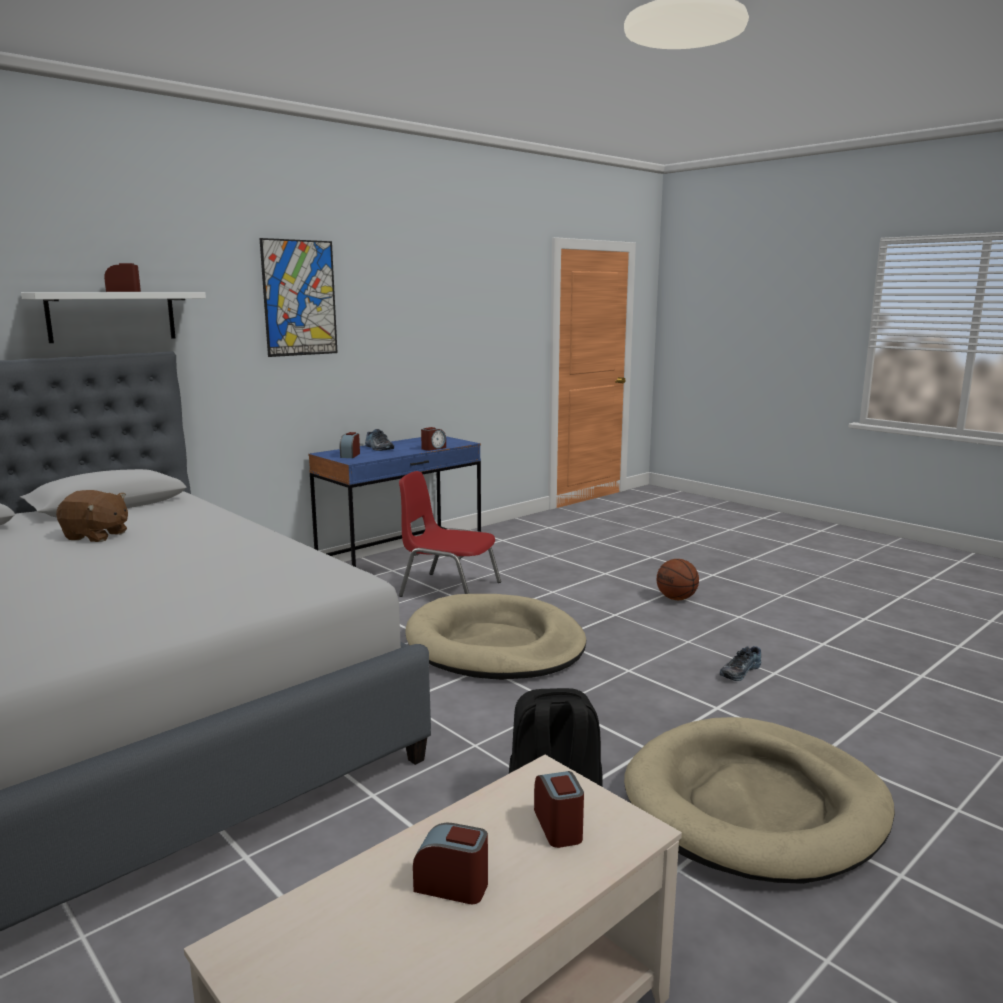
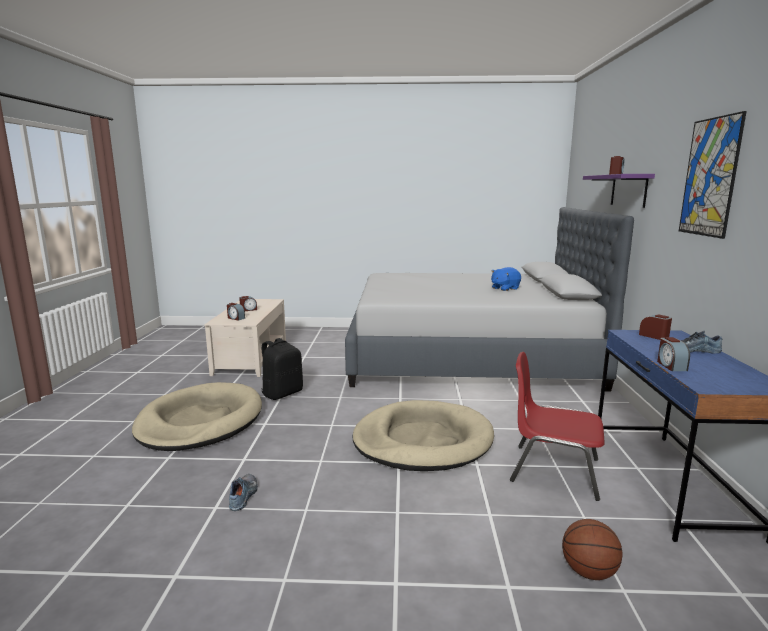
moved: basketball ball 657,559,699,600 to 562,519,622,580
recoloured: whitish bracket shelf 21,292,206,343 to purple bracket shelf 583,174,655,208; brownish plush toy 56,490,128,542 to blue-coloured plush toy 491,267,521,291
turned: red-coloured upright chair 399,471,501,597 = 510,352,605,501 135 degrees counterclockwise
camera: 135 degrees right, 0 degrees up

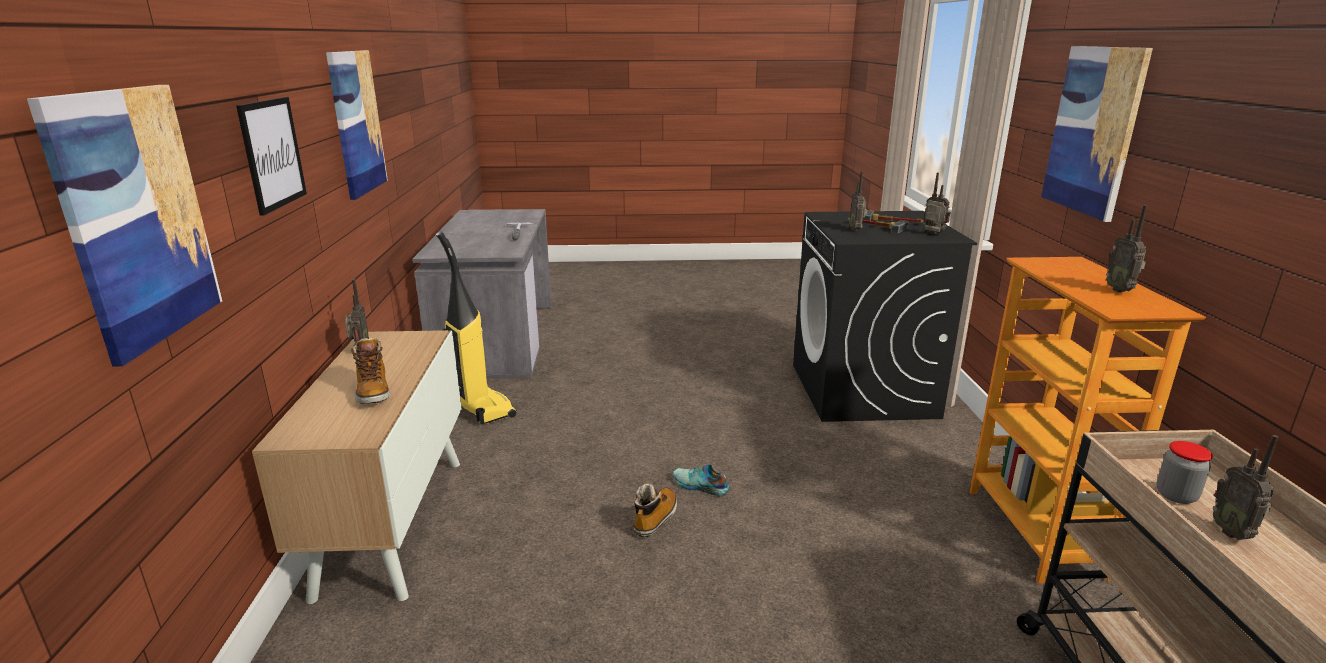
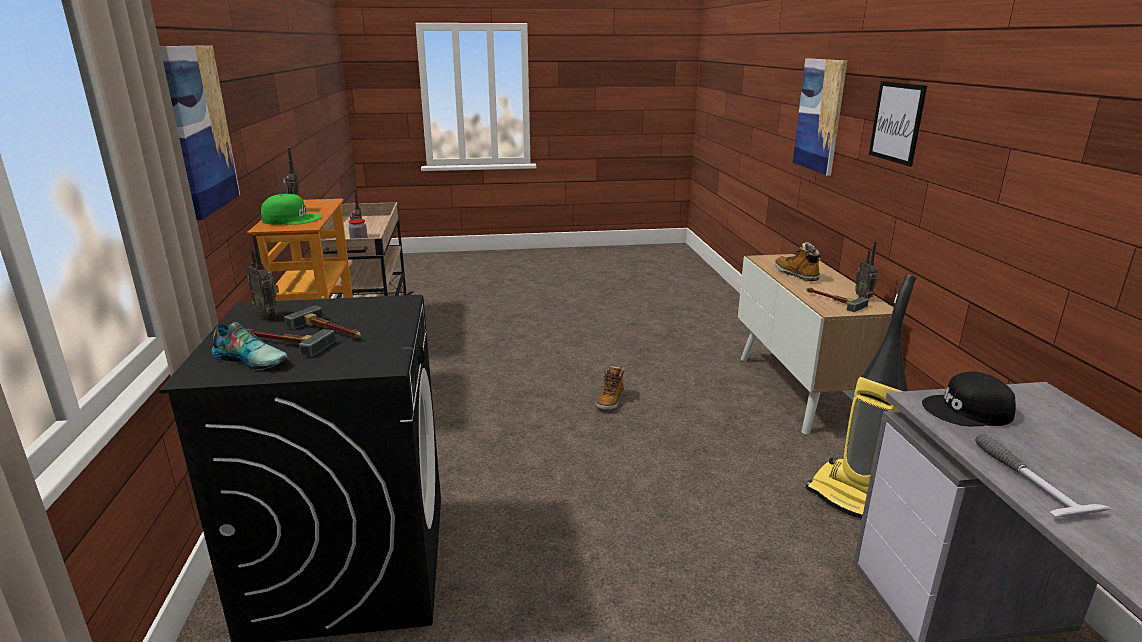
removed: wall picture 326,50,388,200; radio receiver 849,171,867,231
added: green baseball cap 261,194,322,225; hand hammer 806,288,869,312; black-coloured baseball cap 922,371,1016,426
moved: item of footwear 673,464,729,496 to 212,322,288,370
camera: 175 degrees right, 0 degrees up

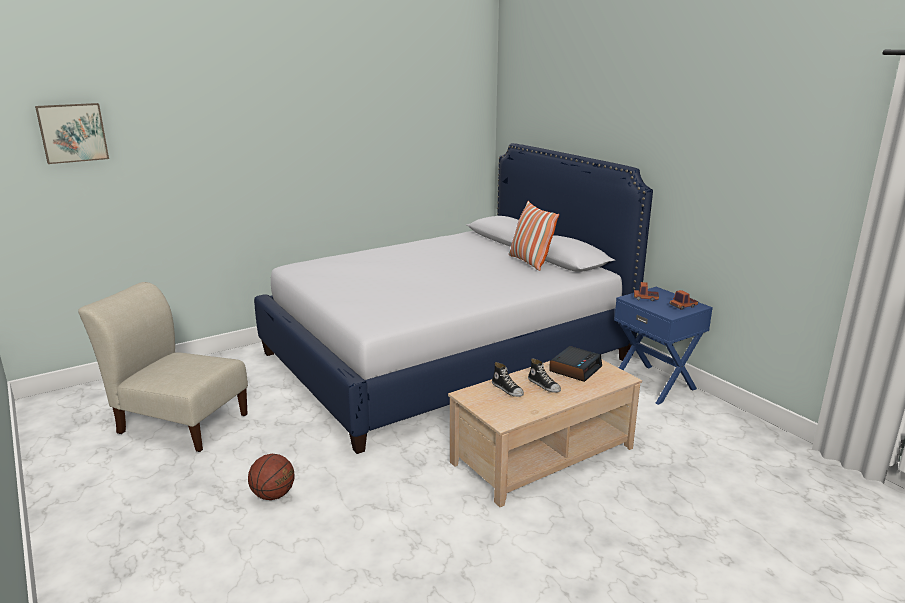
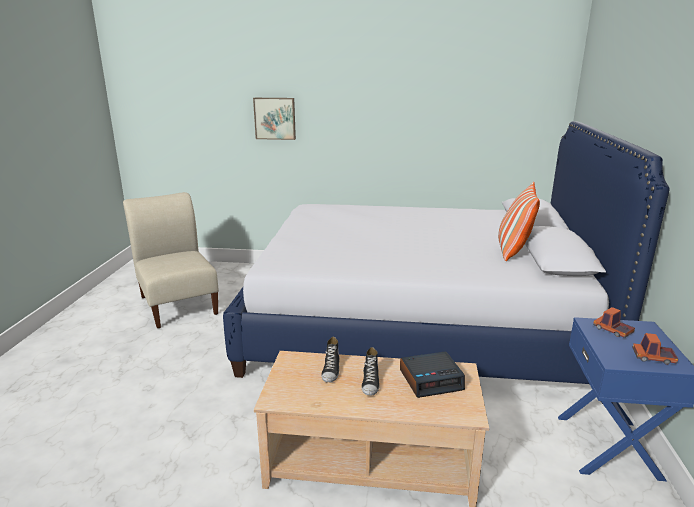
removed: basketball ball 248,454,294,500
moved: wall picture 35,103,109,164 to 253,98,296,140
camera: 40 degrees right, 0 degrees up

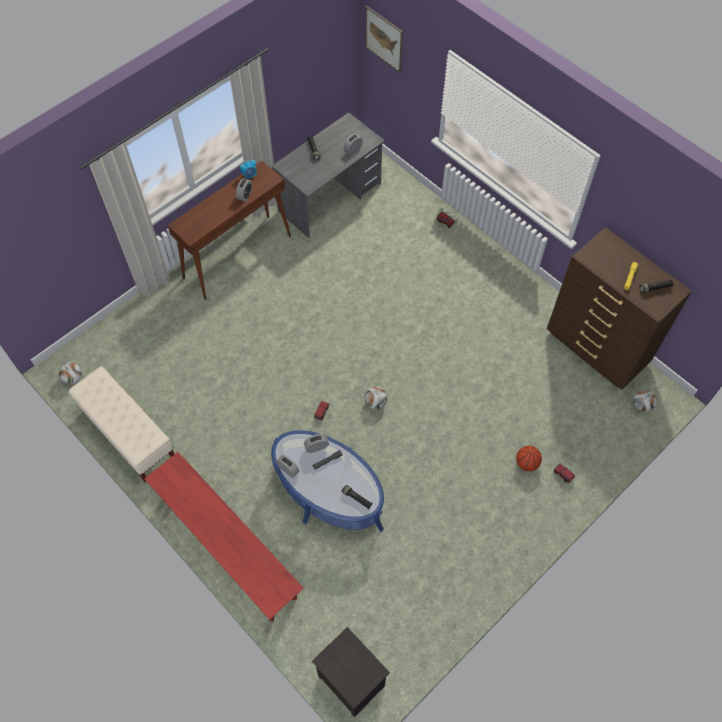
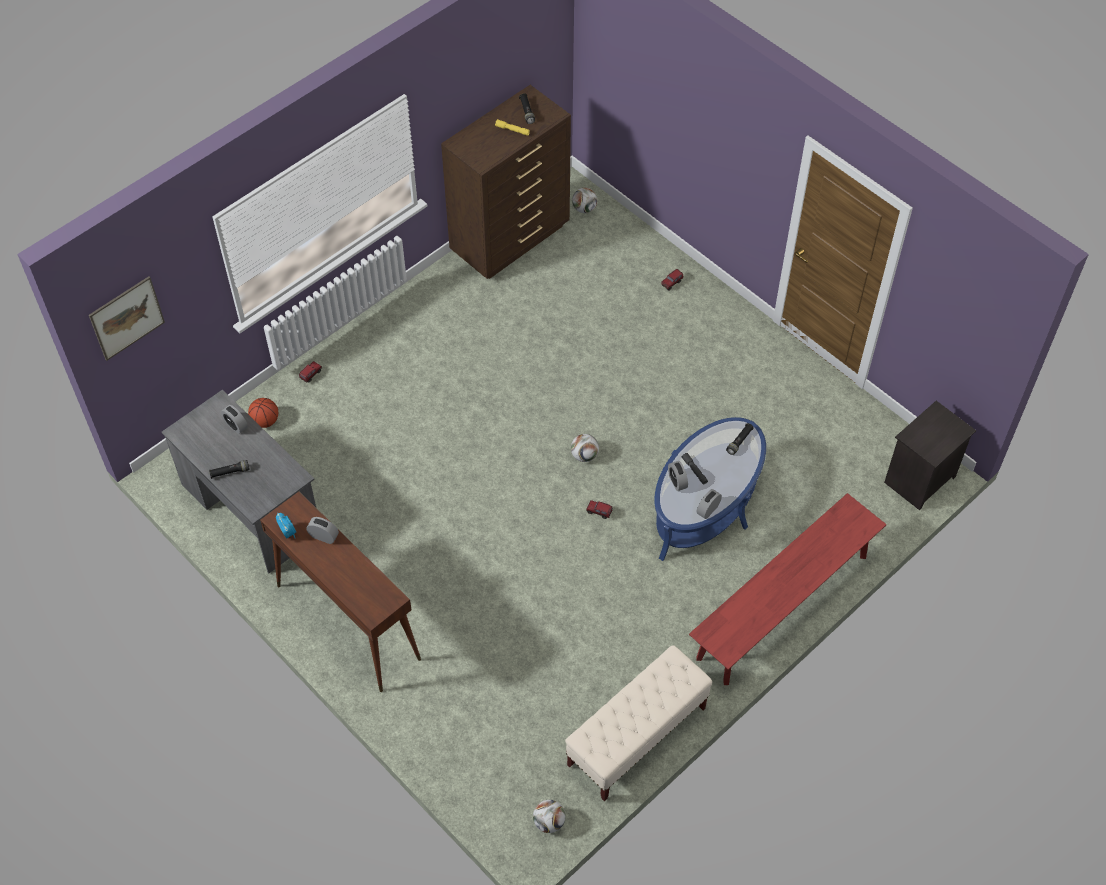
moved: basketball ball 516,446,542,471 to 248,398,278,428
camera: 90 degrees left, 5 degrees down

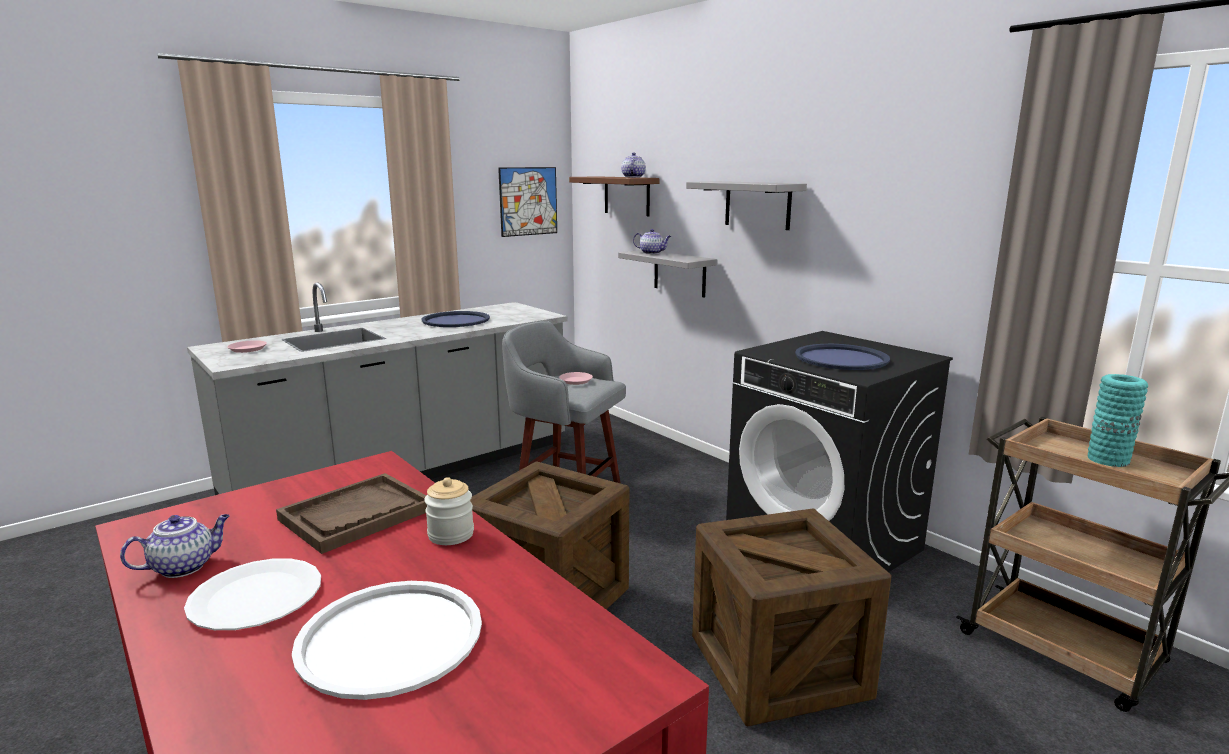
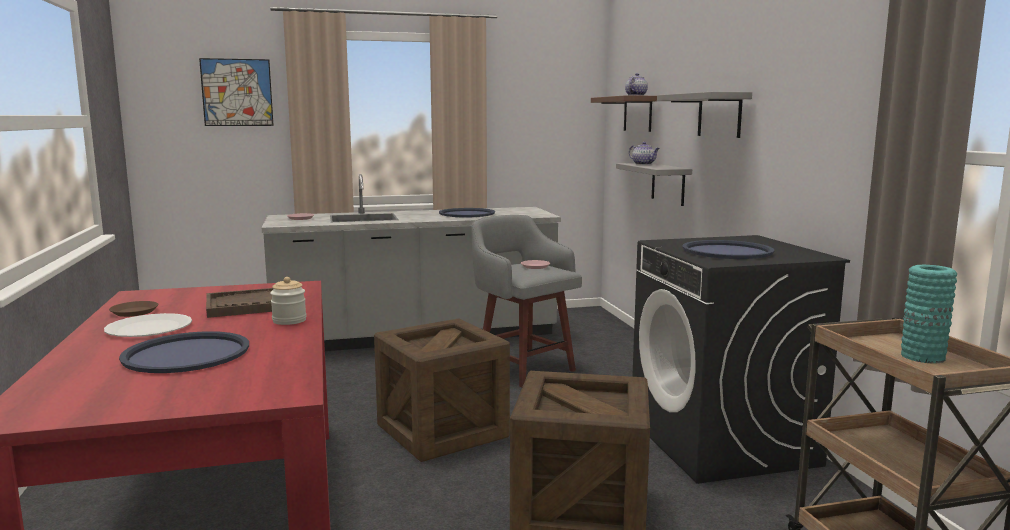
moved: wall picture 498,167,557,237 to 199,58,274,126
replaced: teapot 120,514,230,578 to brownish plate 109,301,159,317
recoloured: whitish serving tray 292,581,482,700 to blue-coloured serving tray 119,331,249,373
camera: 25 degrees right, 5 degrees down

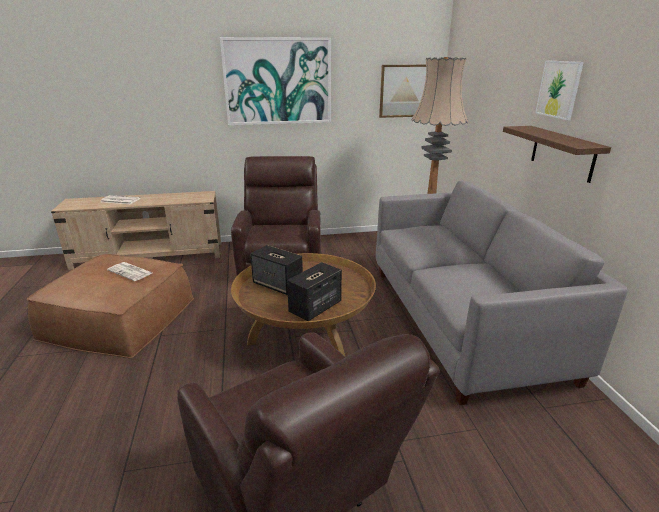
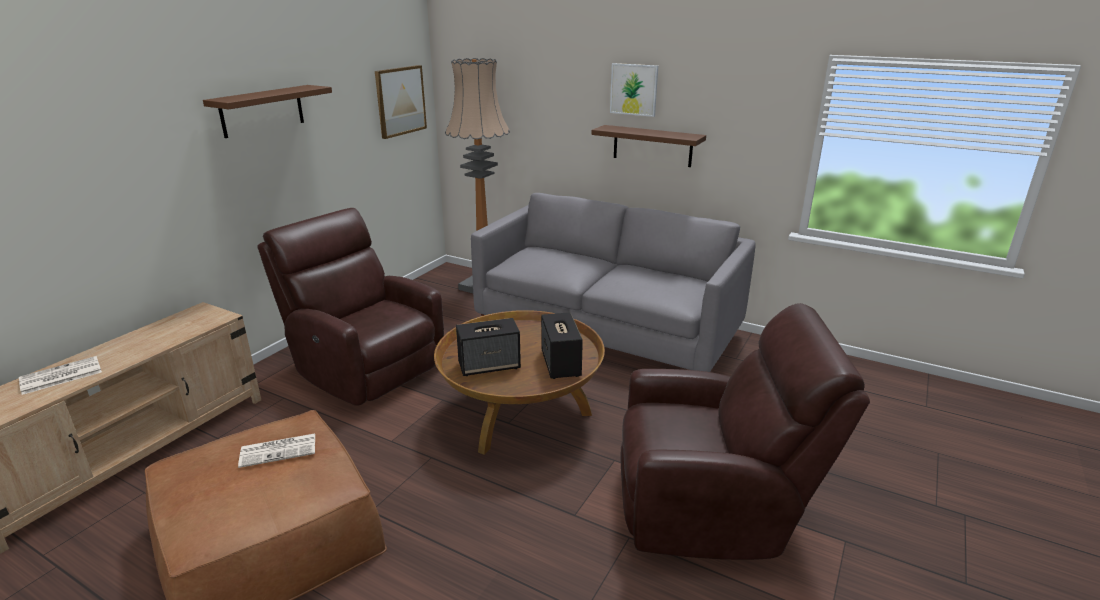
replaced: wall picture 220,37,331,125 to brownish bracket shelf 203,85,332,138
camera: 50 degrees left, 0 degrees up

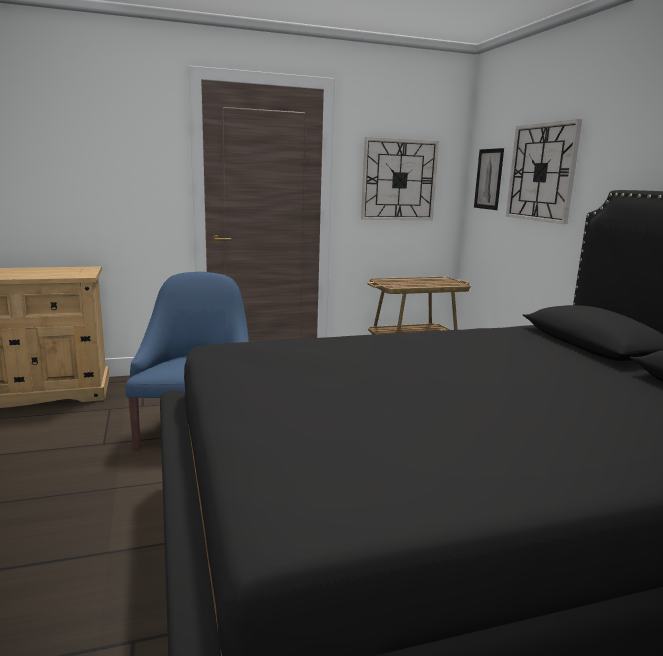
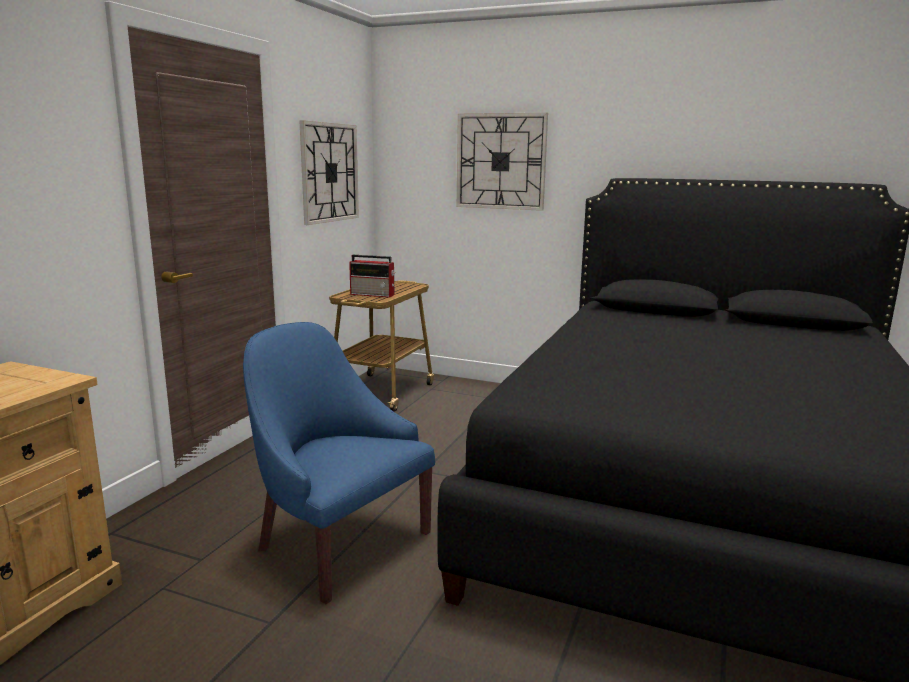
removed: wall picture 474,148,504,210
added: radio receiver 349,255,396,297
camera: 50 degrees left, 0 degrees up

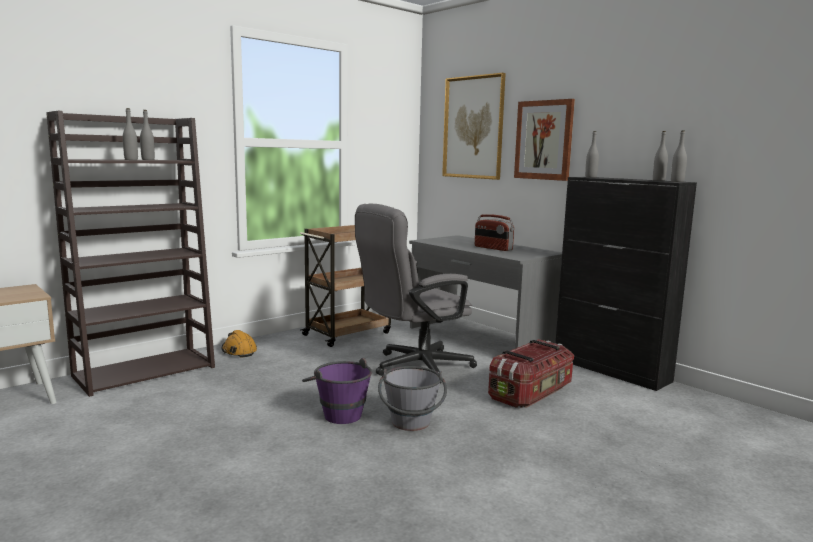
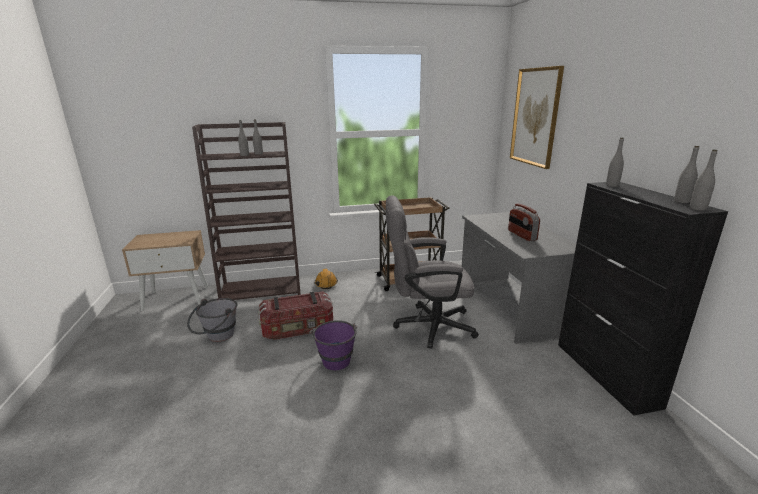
removed: wall picture 514,99,575,181
moved: greyish bucket 378,366,447,431 to 187,298,237,342; storage bin 488,339,574,408 to 258,292,333,340
camera: 30 degrees right, 10 degrees up

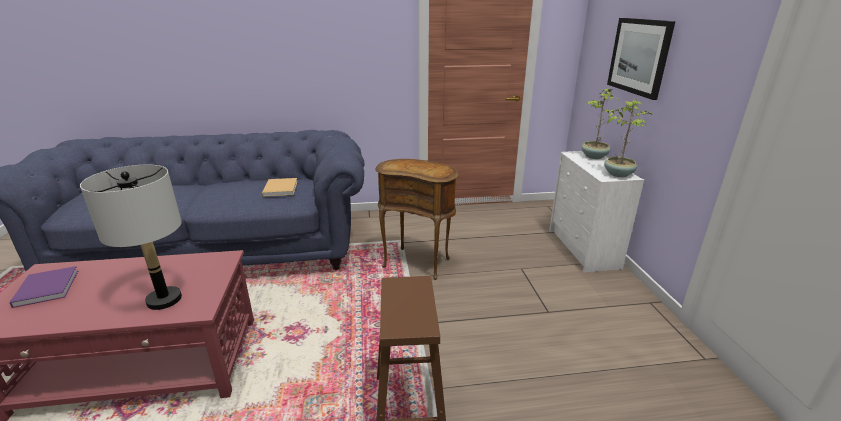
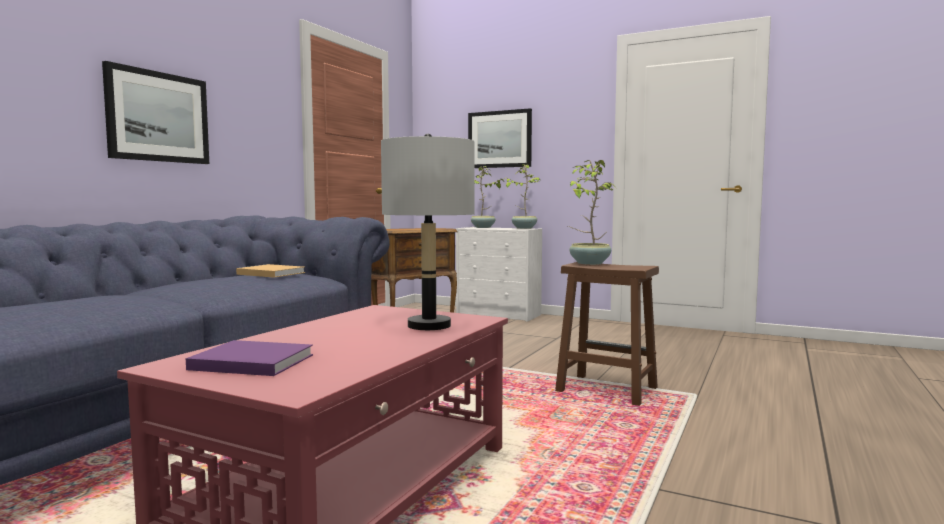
added: wall picture 102,61,209,164; houseplant 568,160,615,265
camera: 55 degrees left, 20 degrees down

